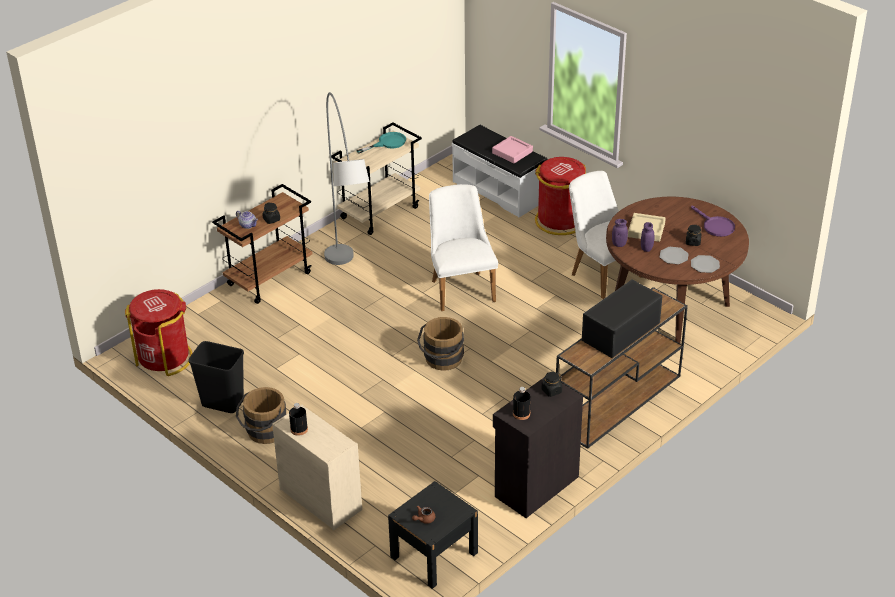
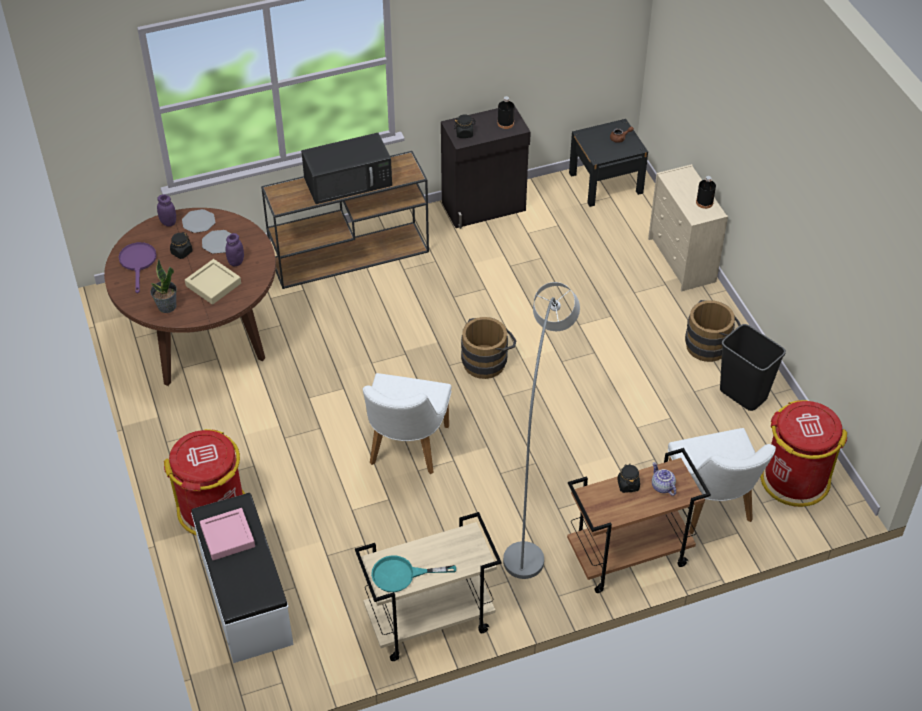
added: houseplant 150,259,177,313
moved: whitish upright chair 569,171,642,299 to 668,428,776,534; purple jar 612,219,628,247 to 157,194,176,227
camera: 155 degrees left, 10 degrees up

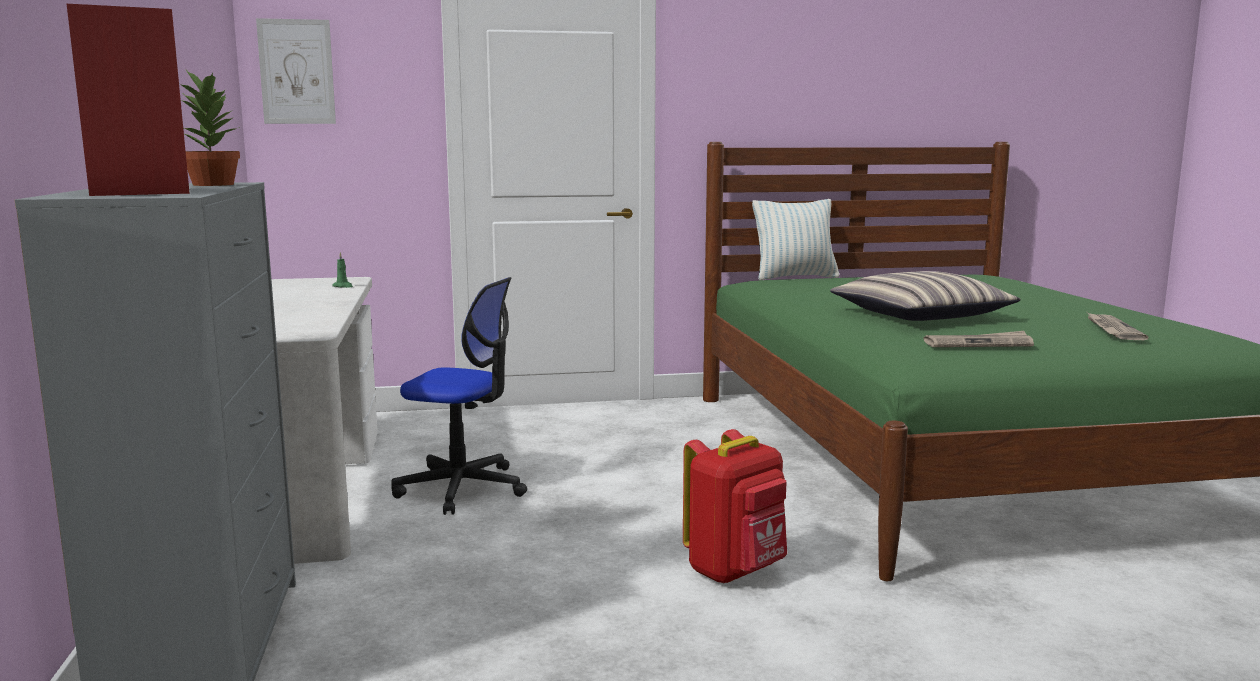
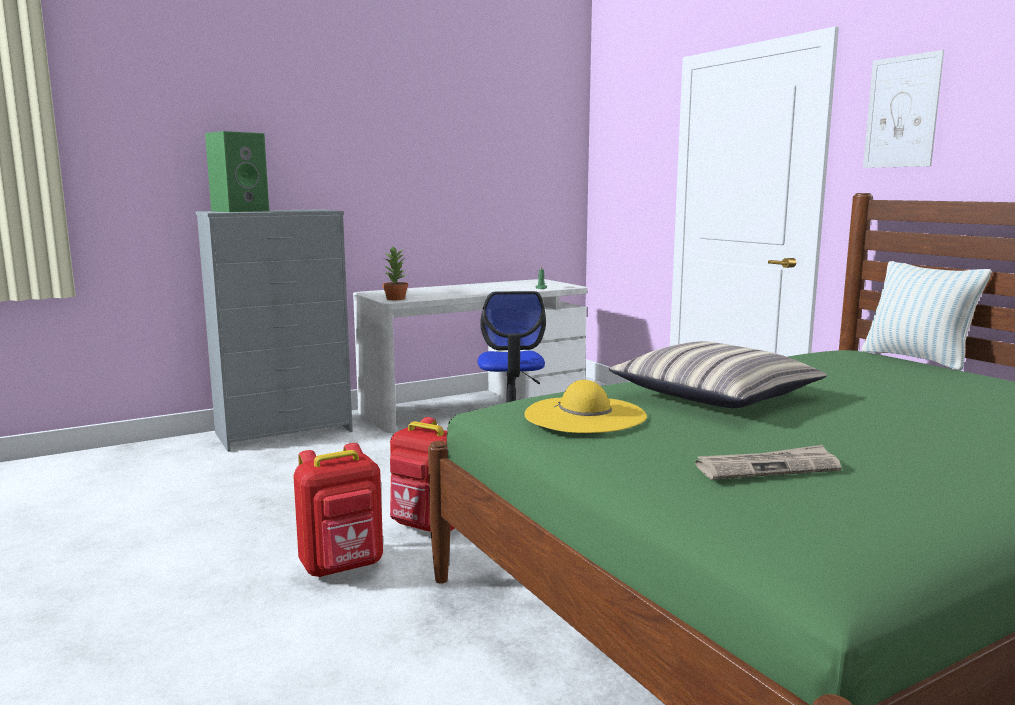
added: red-coloured backpack 293,443,383,577
moved: houseplant 179,70,240,186 to 383,247,408,300; wall picture 256,18,336,124 to 863,50,944,168
replaced: daily paper 924,331,1034,347 to yellow-coloured hat 525,380,647,433
recoloured: red-coloured audio speaker 67,4,190,196 to green audio speaker 205,131,269,212
camera: 70 degrees right, 0 degrees up

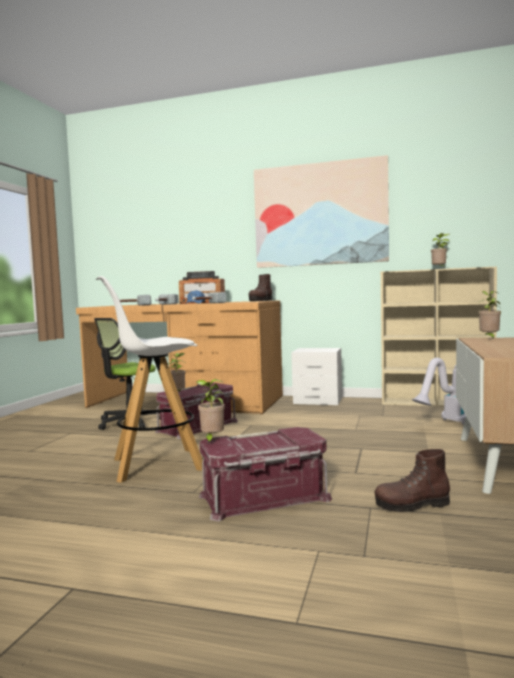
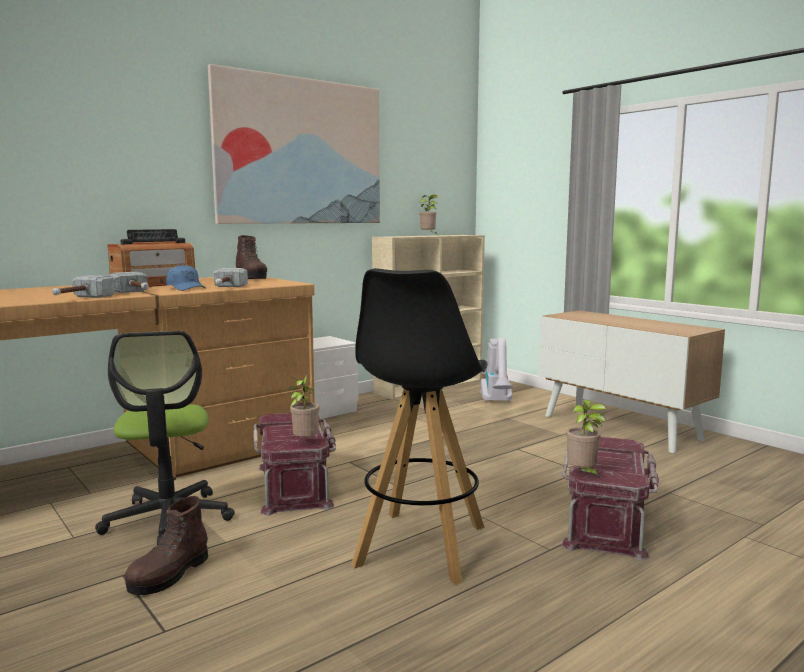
removed: houseplant 478,291,501,338
moved: brownish boot 375,449,450,512 to 124,496,208,595
recoloured: whitish stool 96,276,203,483 to black-coloured stool 351,268,488,585
camera: 55 degrees left, 5 degrees up

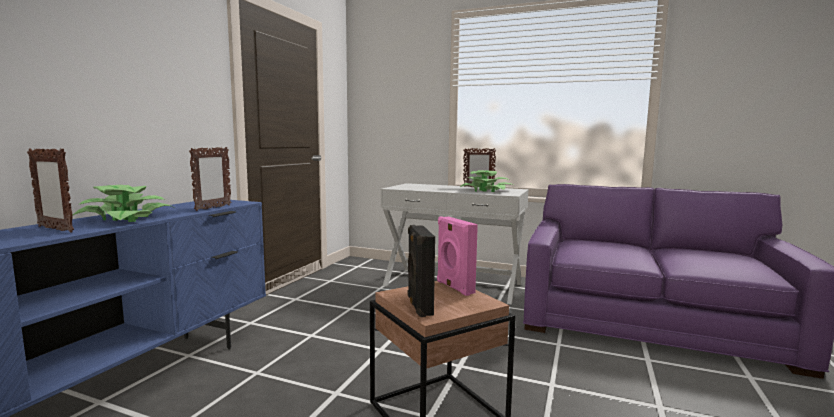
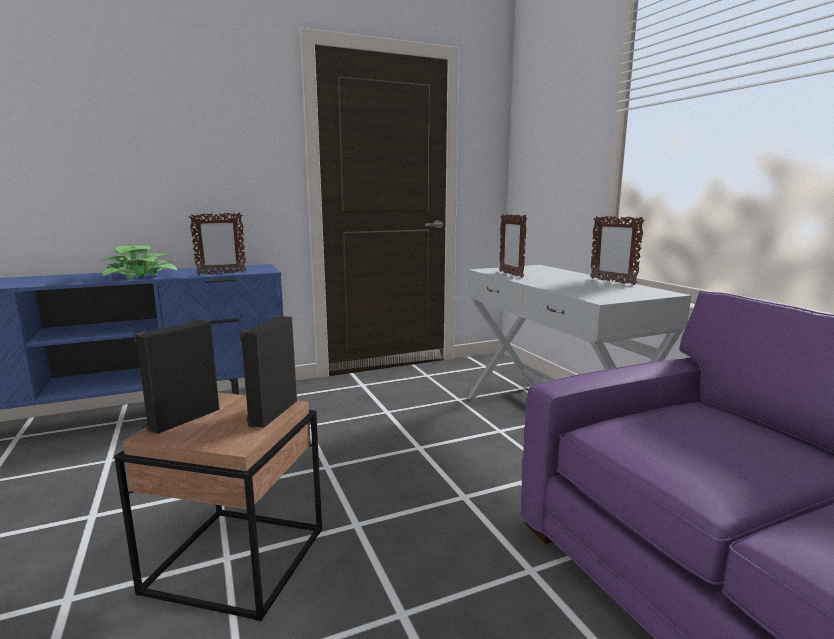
removed: houseplant 460,170,513,192
moved: photo frame 27,148,74,233 to 499,214,527,278
recoloured: pink audio speaker 437,216,478,296 to black-coloured audio speaker 240,315,297,428
camera: 45 degrees right, 5 degrees up

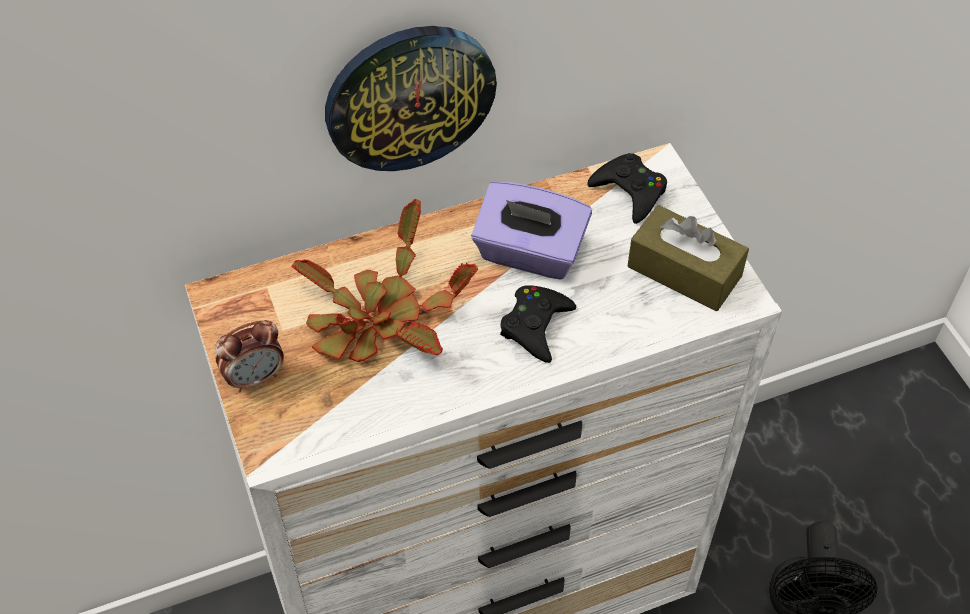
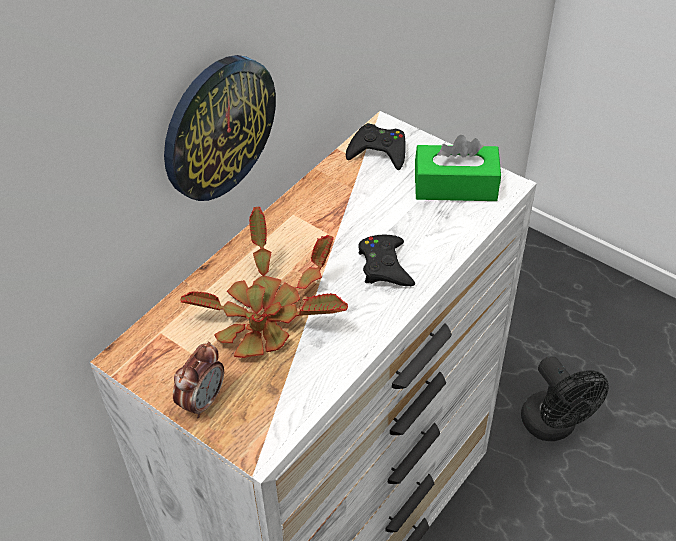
removed: purple tissue holder 471,182,592,280
recoloured: brownish tissue holder 628,205,749,311 to green tissue holder 415,135,501,201
camera: 30 degrees left, 5 degrees down

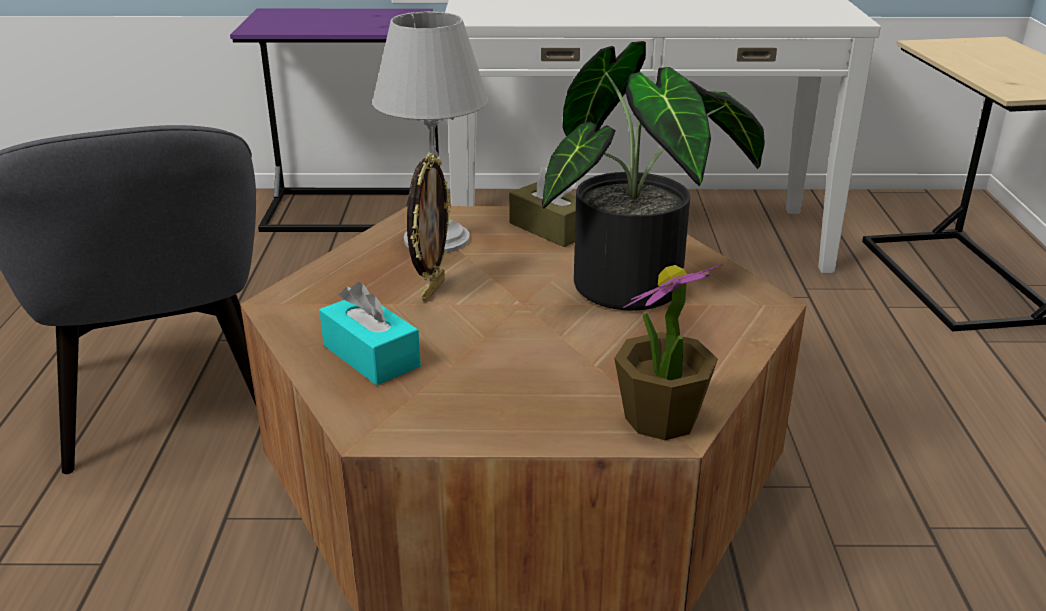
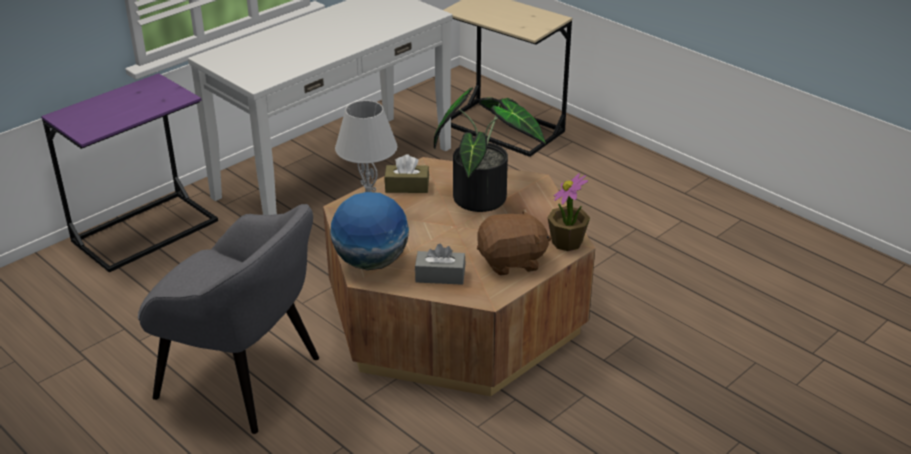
removed: photo frame 407,153,451,302
added: desk globe 330,192,409,270; brownish plush toy 477,208,552,275
recoloured: turquoise tissue holder 319,282,421,385 to greyish tissue holder 415,244,465,285
camera: 45 degrees left, 5 degrees up

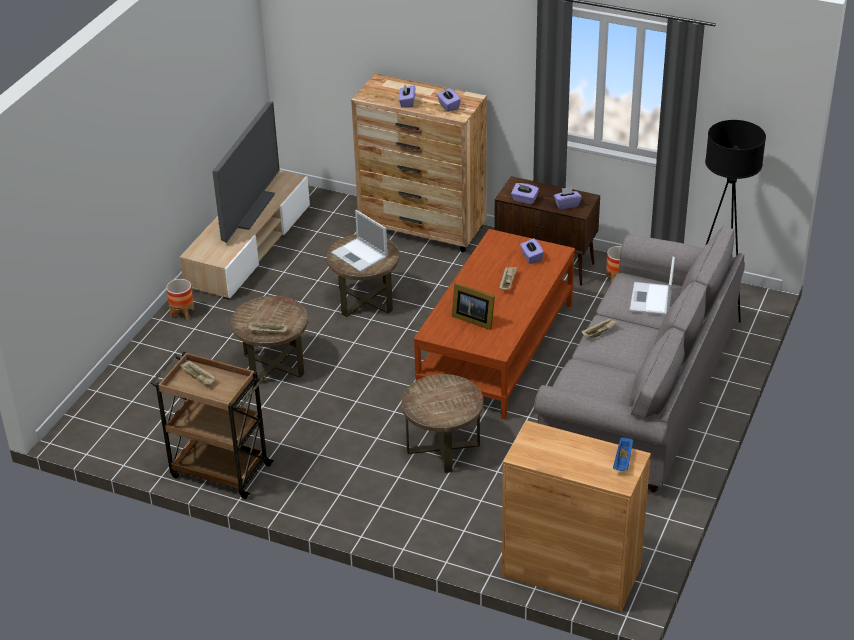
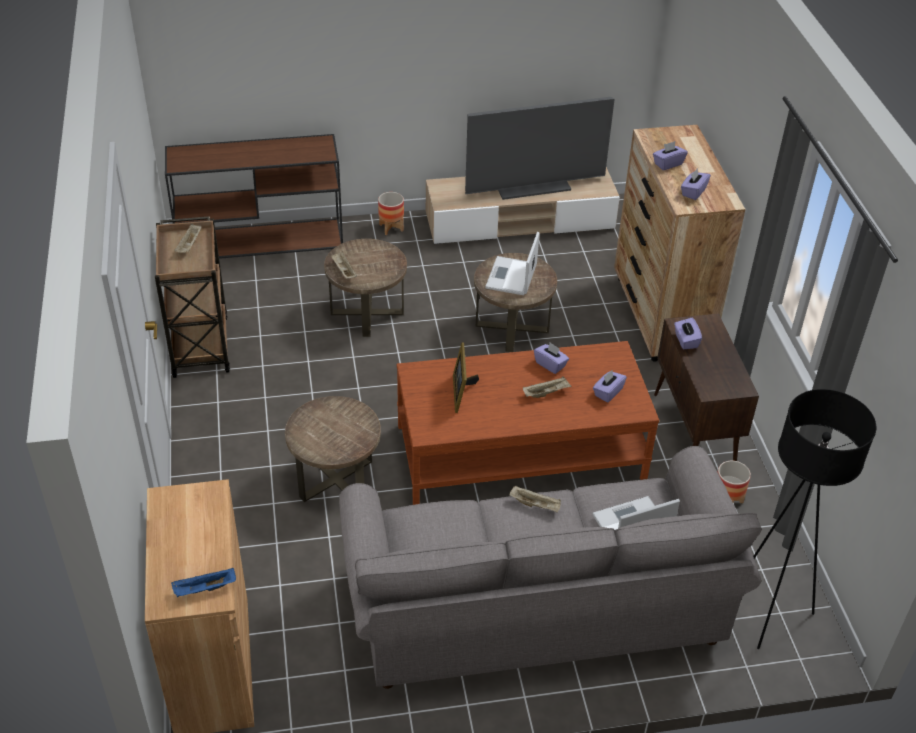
added: brownish narrow table 165,134,343,259
moved: purple tissue holder 554,187,582,210 to 534,342,569,374
camera: 55 degrees right, 5 degrees up

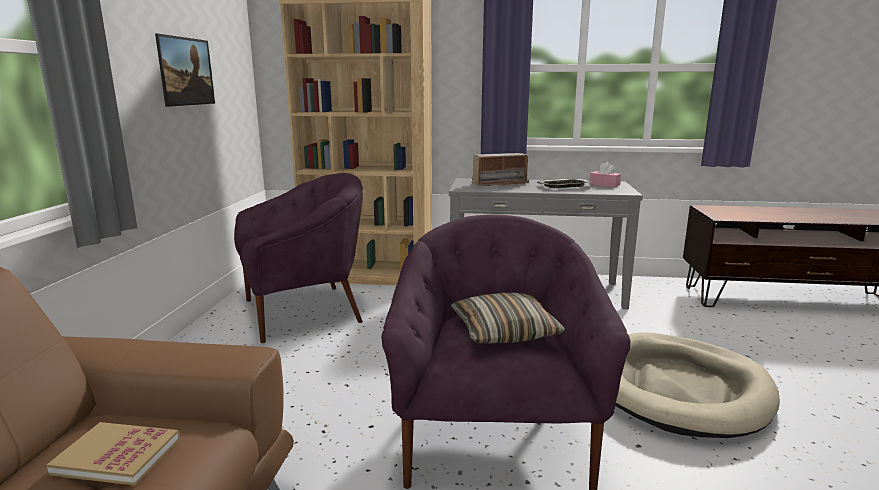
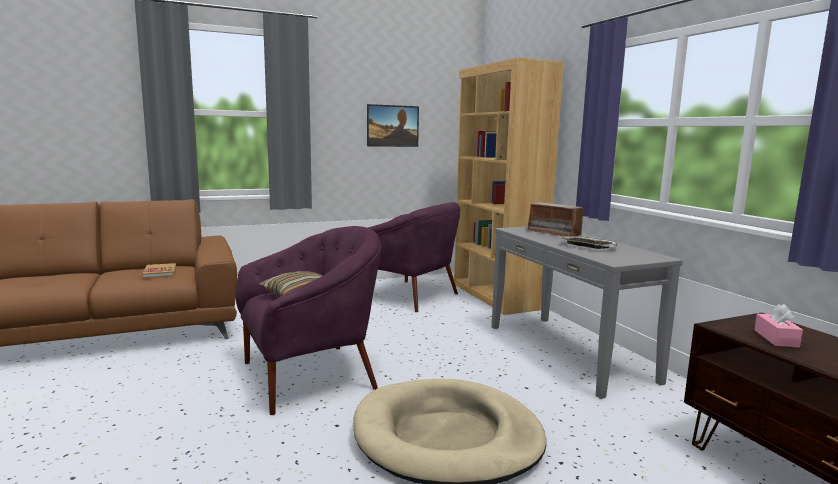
moved: pink tissue holder 589,162,621,187 to 754,304,803,348
camera: 60 degrees right, 5 degrees down

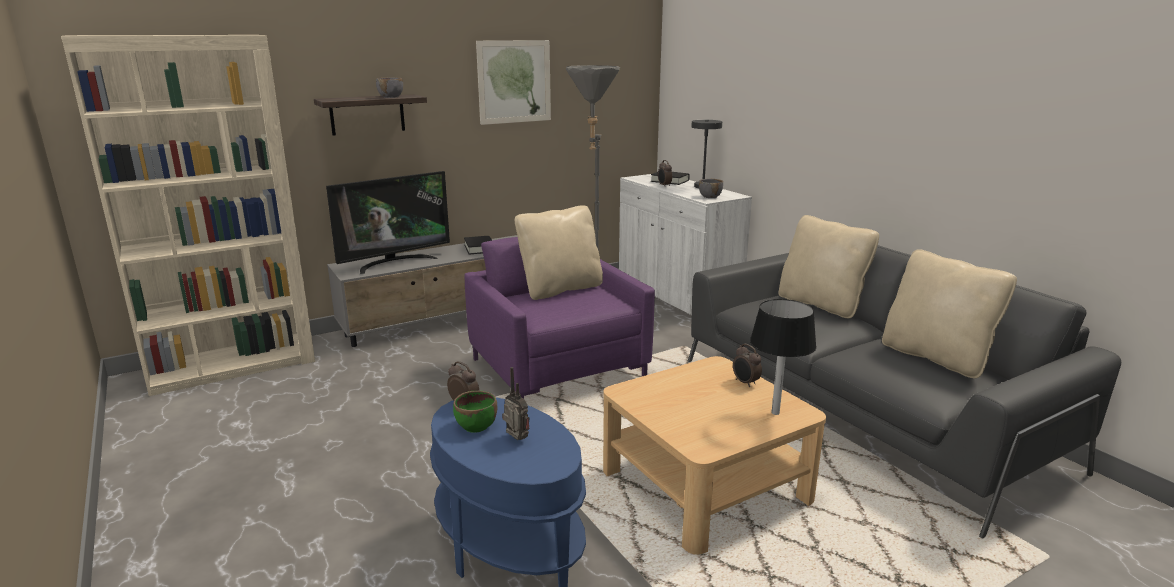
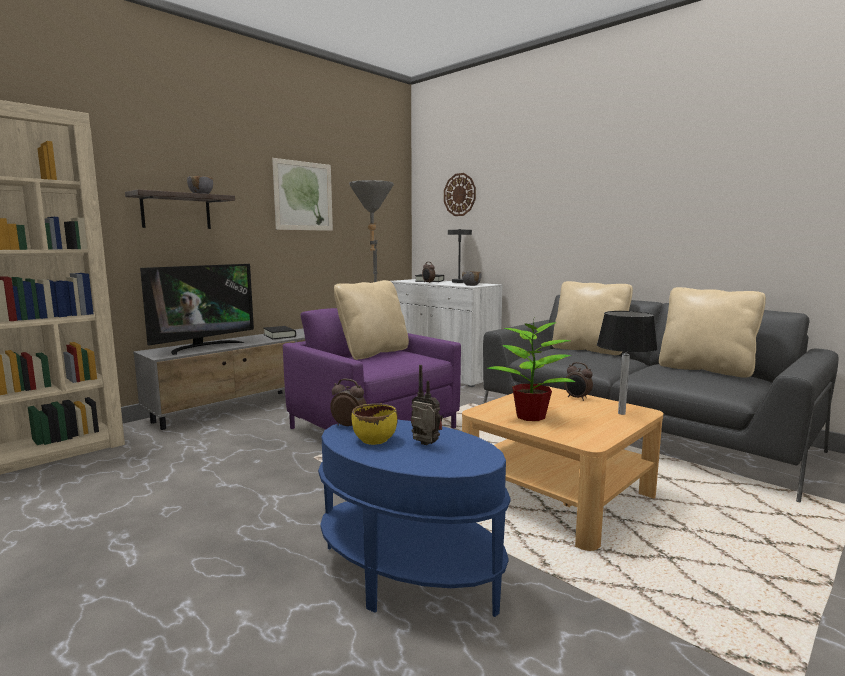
added: wall clock 444,173,476,216; houseplant 487,316,576,421
recoloured: green bowl 453,390,497,433 to yellow-coloured bowl 352,403,398,445
camera: 15 degrees left, 10 degrees down

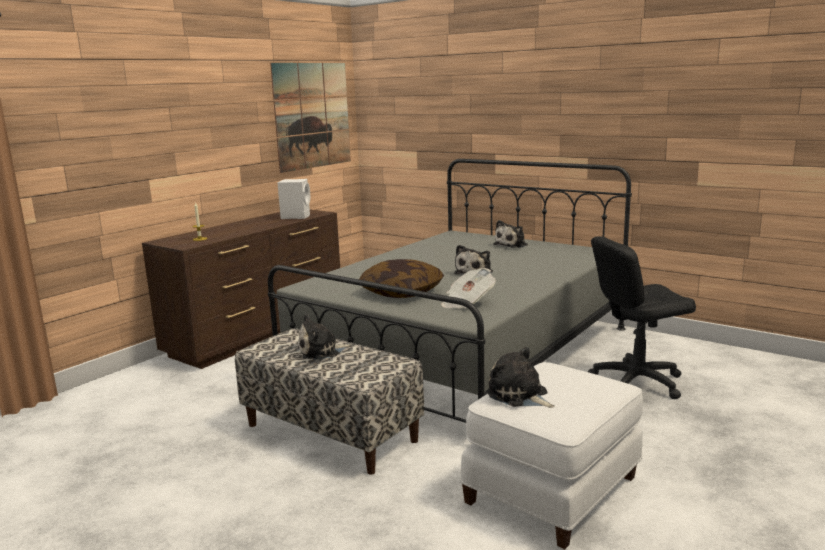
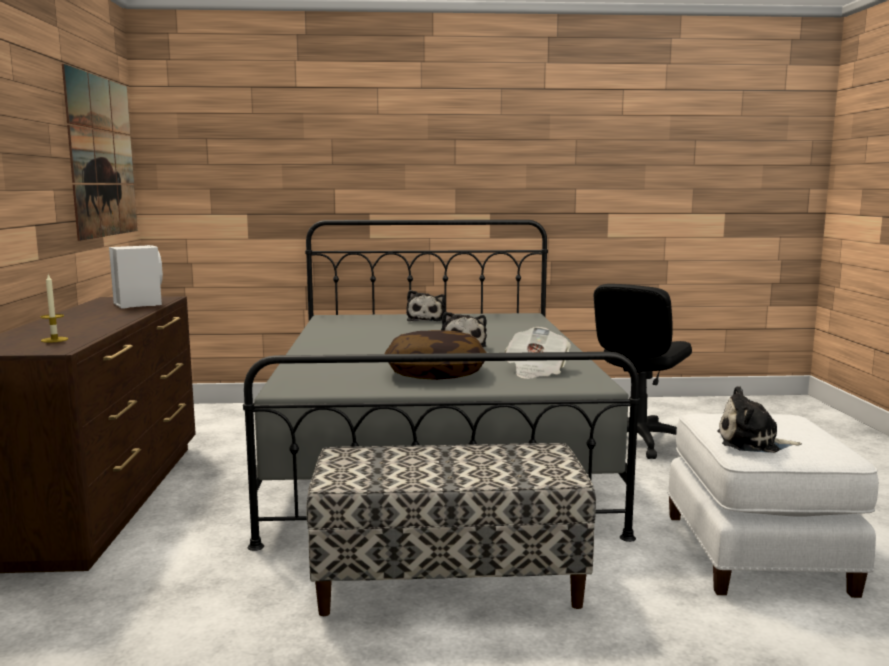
removed: plush toy 298,314,352,360
camera: 40 degrees left, 5 degrees down

